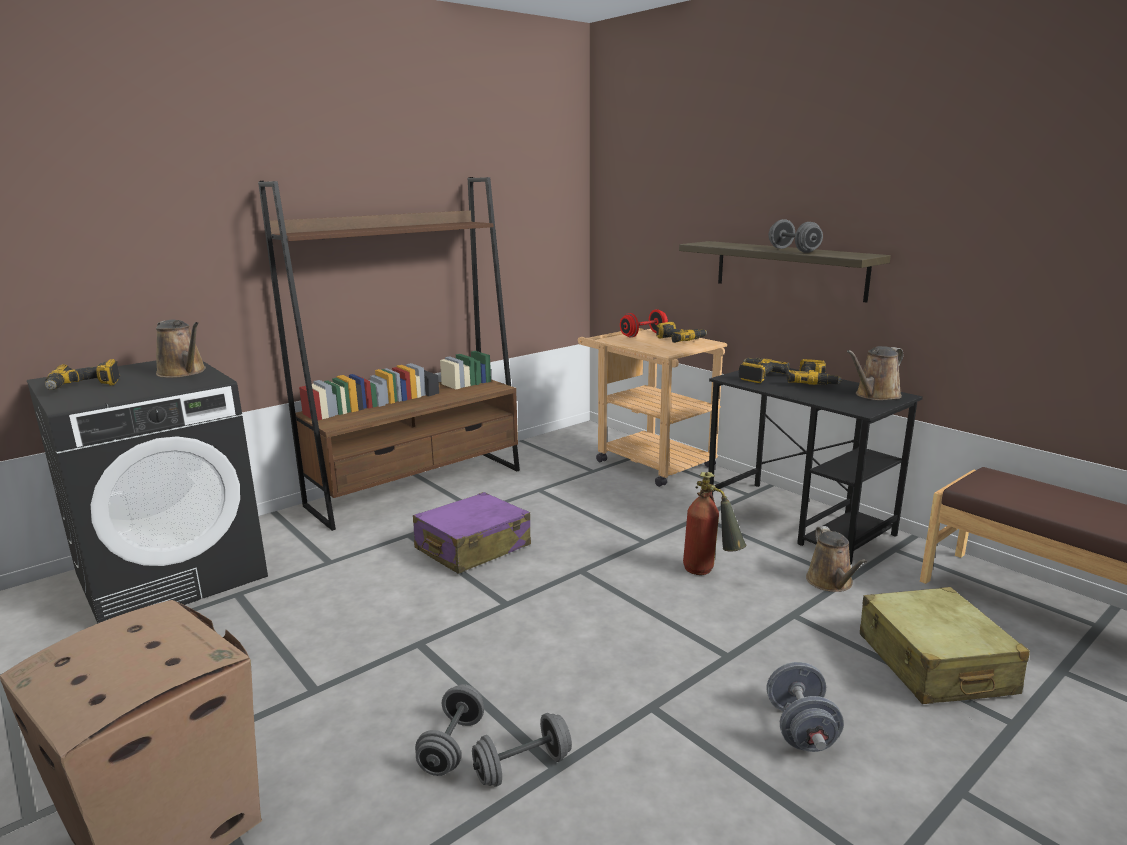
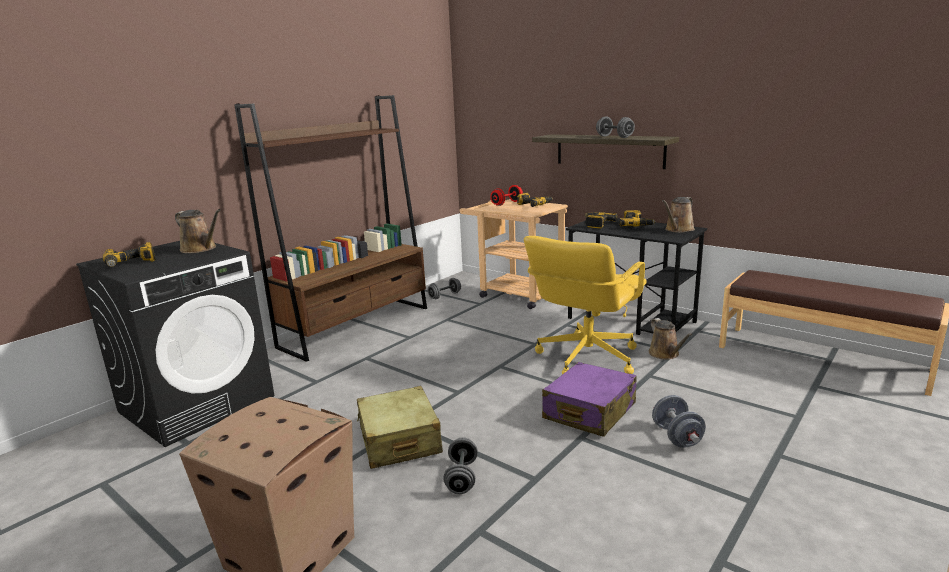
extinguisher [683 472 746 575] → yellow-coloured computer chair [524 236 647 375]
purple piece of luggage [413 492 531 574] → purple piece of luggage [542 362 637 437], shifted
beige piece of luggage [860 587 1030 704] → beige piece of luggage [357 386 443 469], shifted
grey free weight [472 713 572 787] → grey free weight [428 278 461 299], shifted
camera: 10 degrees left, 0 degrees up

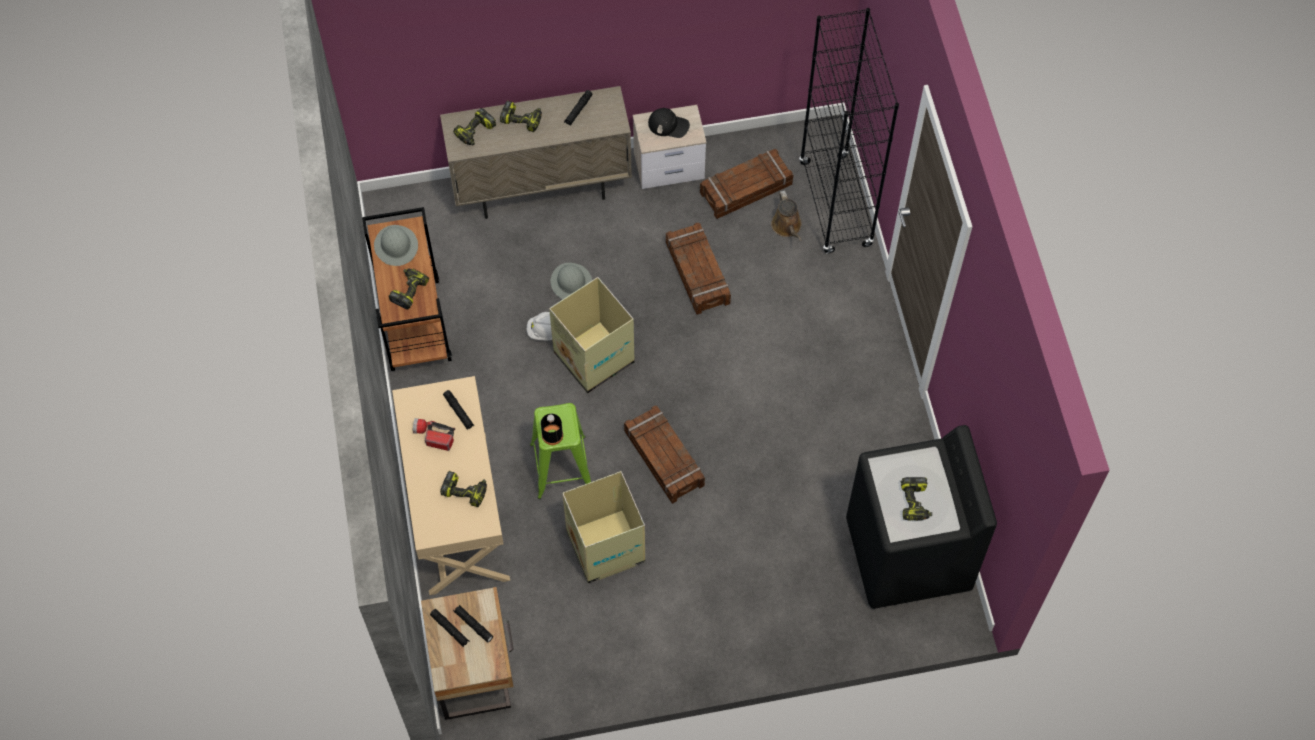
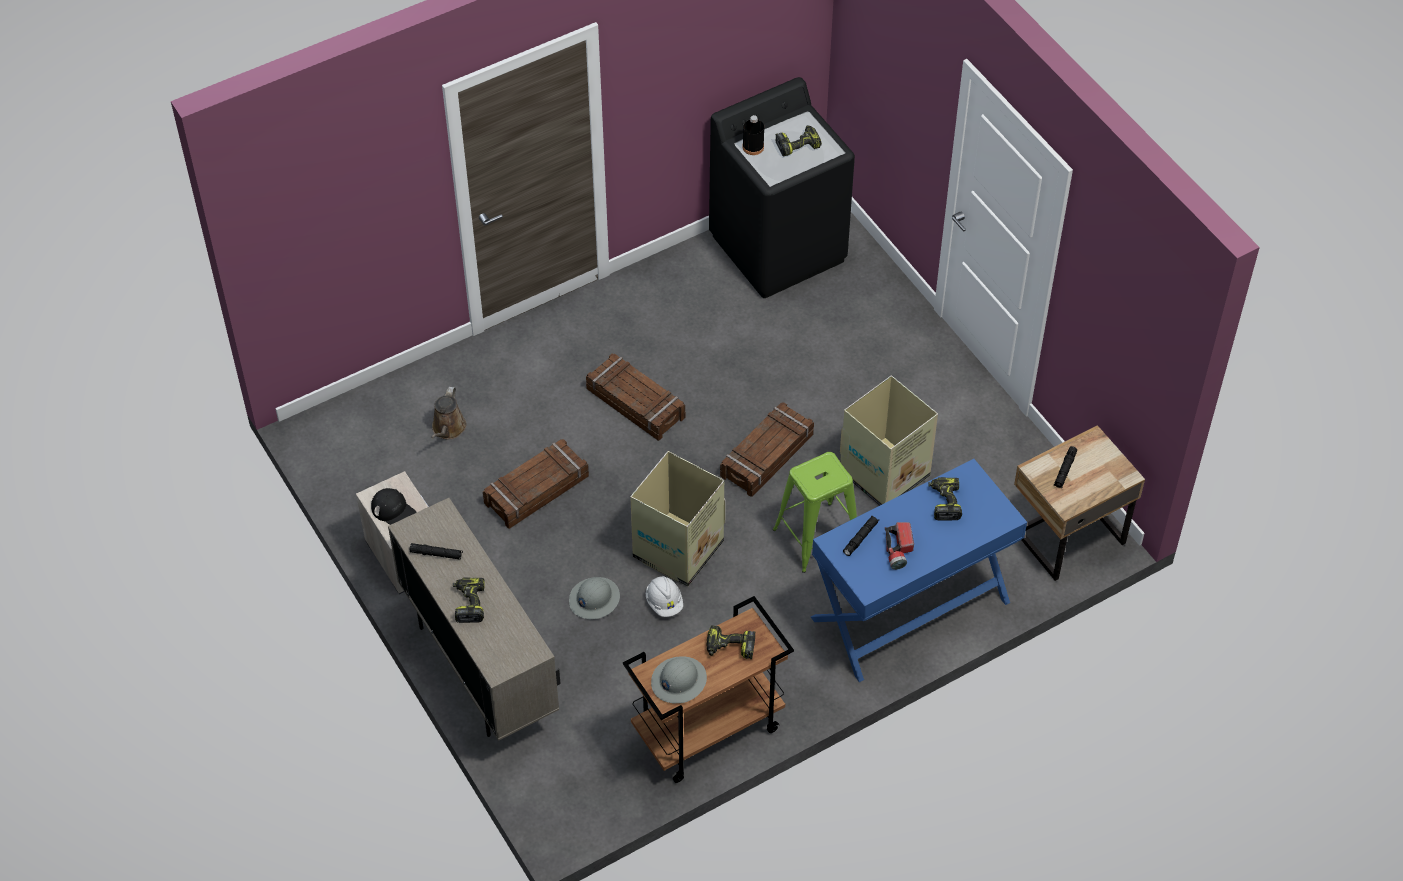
black-coloured bookcase [799 8 899 254] → -
electric drill [453 108 496 145] → -
black-coloured cap [648 108 690 138] → black-coloured cap [371 488 417 525], 135 degrees clockwise
crate [700 149 793 219] → crate [586 354 685 441], shifted
brownish watering pot [771 190 802 241] → brownish watering pot [431 387 466 439], 135 degrees clockwise
beige desk [392 376 510 595] → blue desk [811 459 1027 682]
black-coloured drink bottle [541 414 563 445] → black-coloured drink bottle [742 115 764 155], shifted
black-coloured hand torch [430 609 470 647] → -
camera: 110 degrees left, 10 degrees down

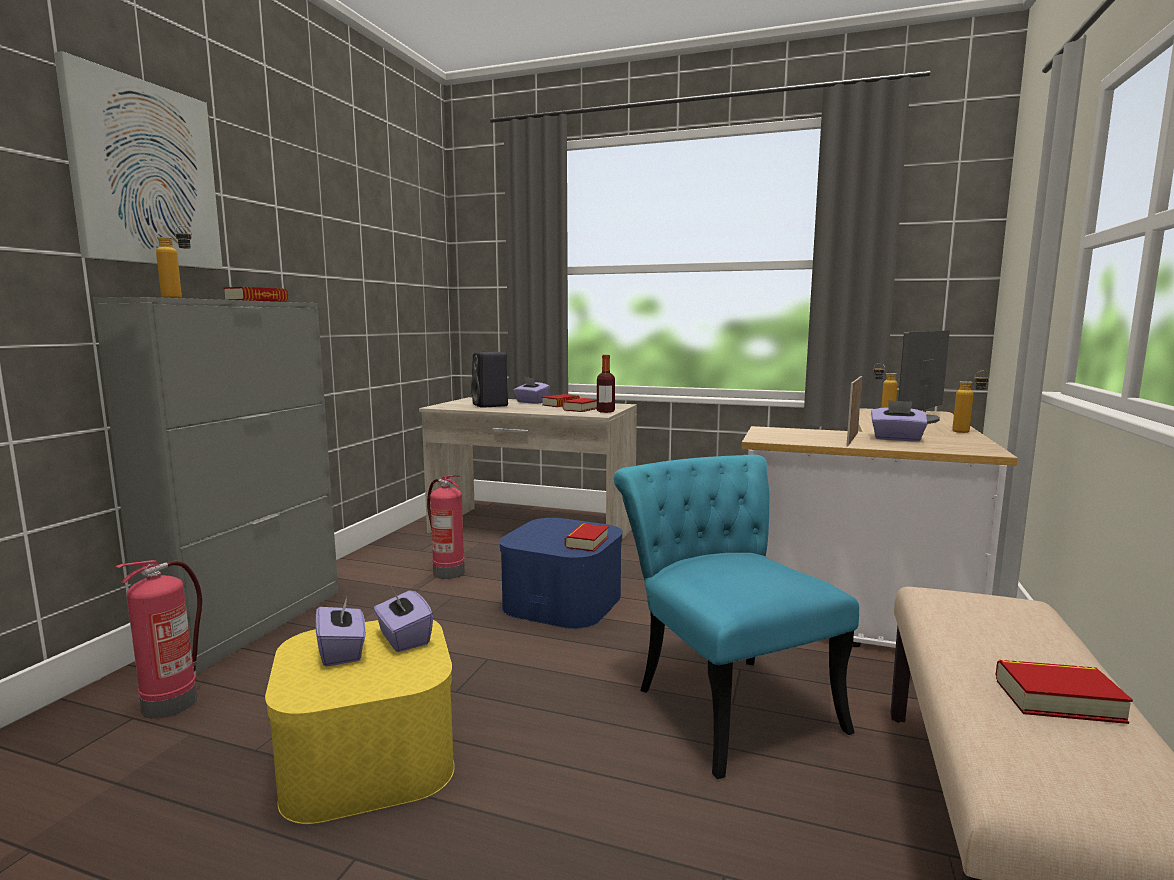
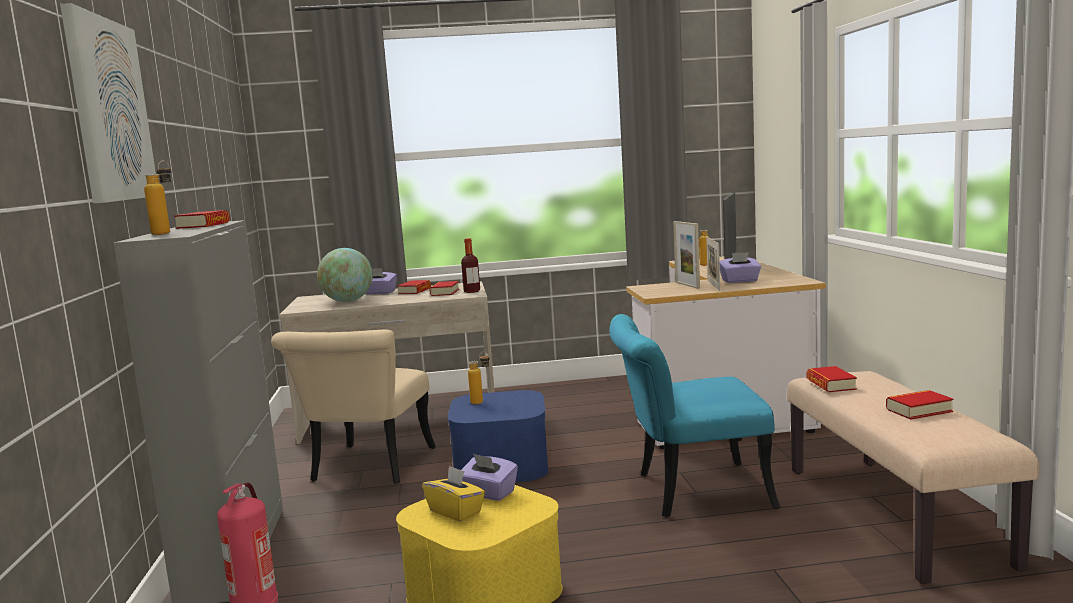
black-coloured speaker [471 352 508 408] → globe [317 248 373 302]
drink bottle [952 371 989 433] → drink bottle [468 351 490 404], shifted
turquoise-coloured upright chair [614 455 859 779] → turquoise-coloured upright chair [609 314 780 517], 45 degrees counterclockwise
extinguisher [427 475 465 579] → beige upright chair [271 330 436 484]
bound book [565 523 609 552] → bound book [807 366 857 392], shifted
purple box of tissues [315 598 366 667] → yellow-coloured box of tissues [422 466 485 522]
- → picture frame [673 221 700 289]
camera: 25 degrees left, 0 degrees up

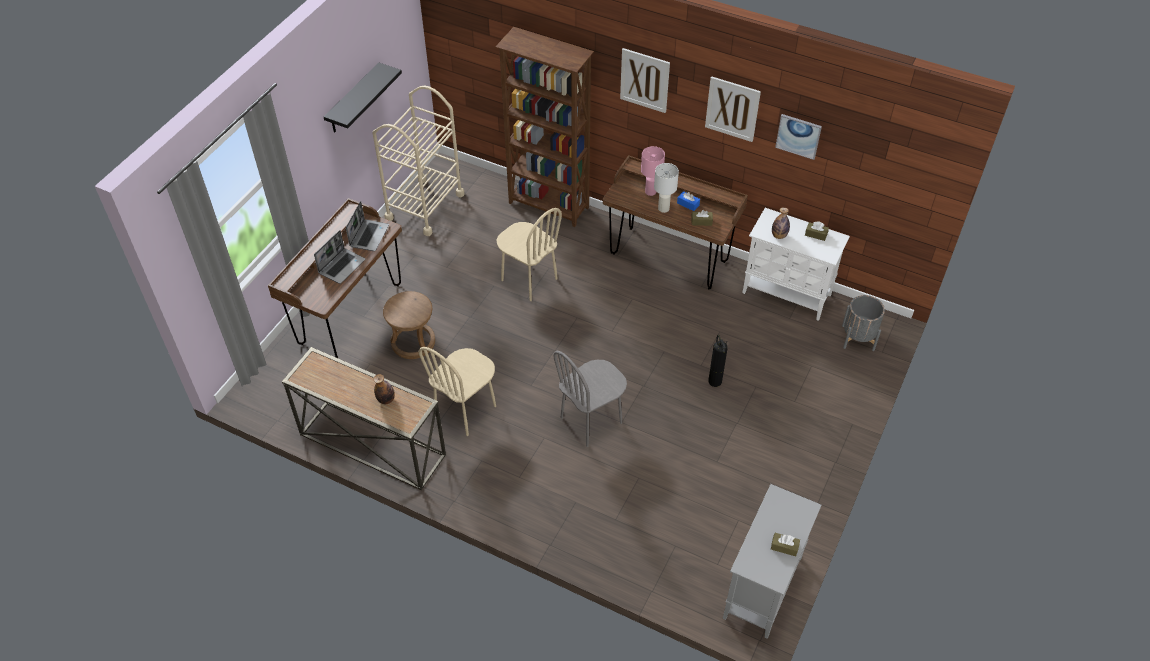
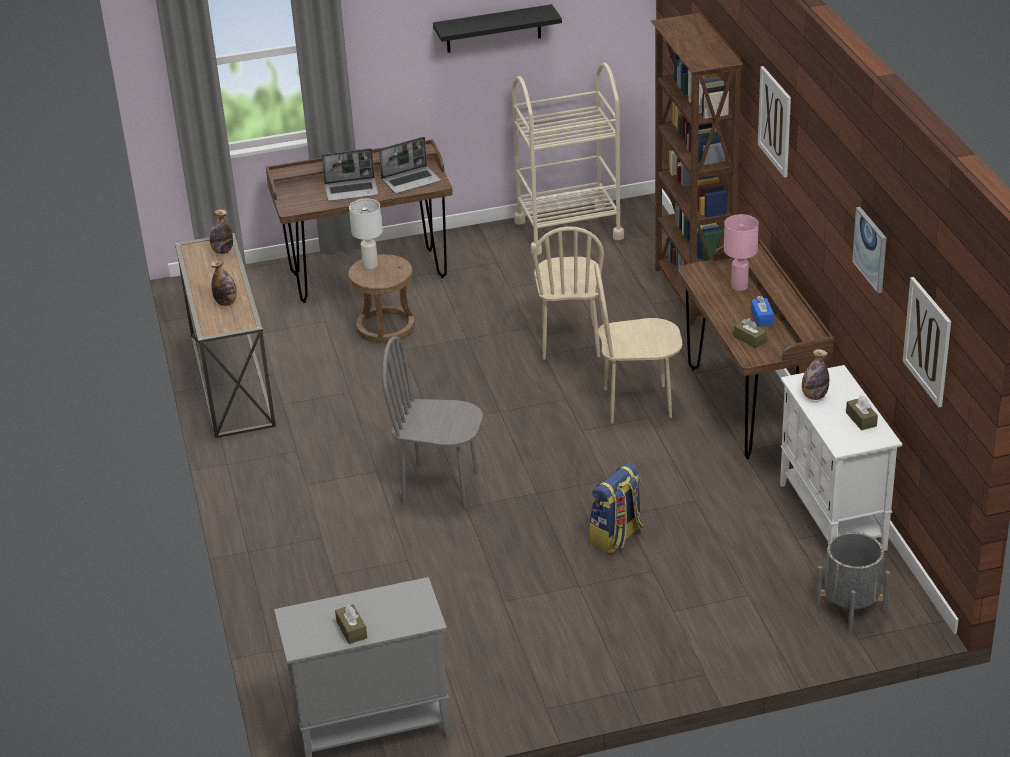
wall art [705 76 761 142] → wall art [903 277 951 407], shifted
white-coloured table lamp [654 163 679 213] → white-coloured table lamp [349 198 382 270], shifted
extinguisher [708 335 728 387] → backpack [589 463 643 554]
beige upright chair [419 347 496 436] → beige upright chair [594 263 682 424], shifted
- → drink bottle [210 209 233 254]
camera: 50 degrees right, 15 degrees down

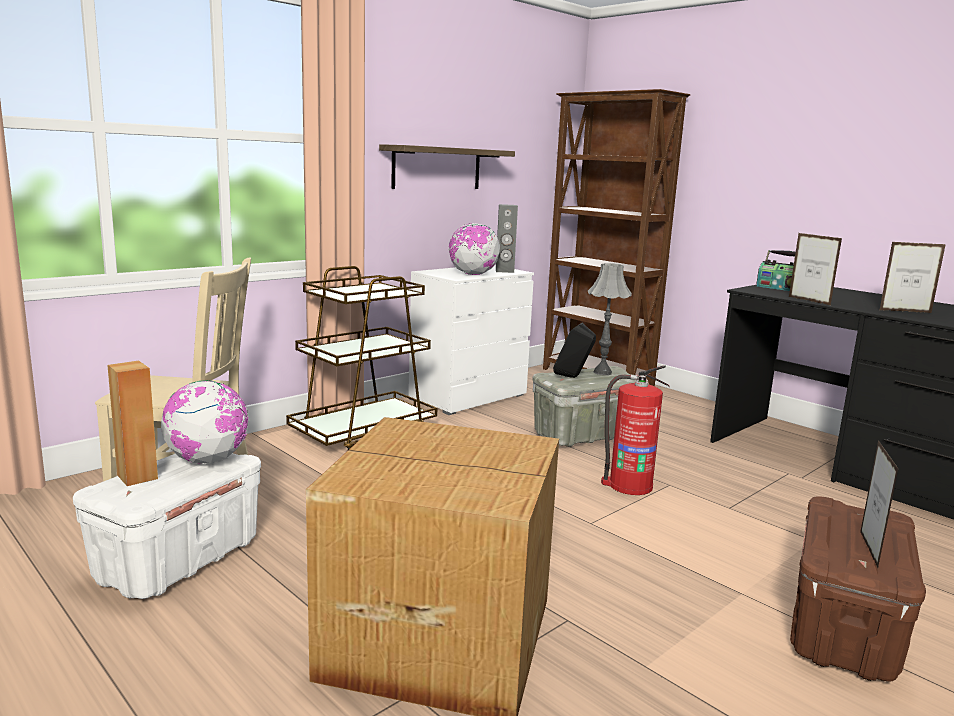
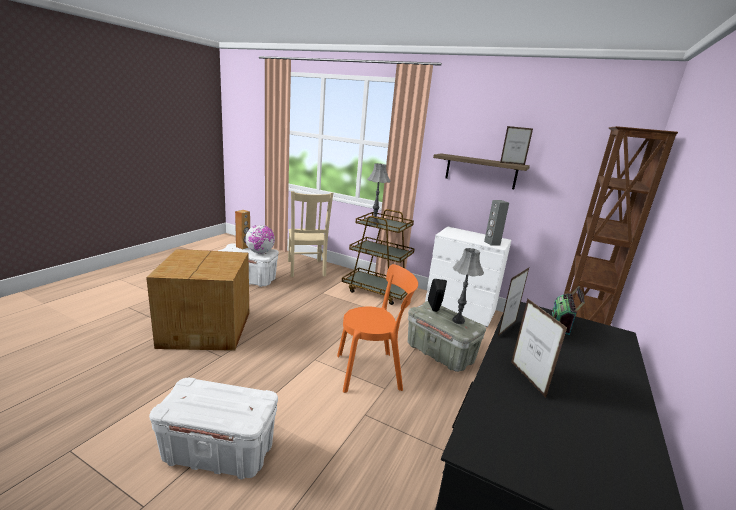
globe [449 223 500 275] → -
extinguisher [601 365 669 495] → orange upright chair [337 264 418 393]
picture frame [860 440 899 568] → picture frame [500 126 533 165], shifted
brownish storage box [790 496 926 682] → white-coloured storage box [149 378 278 479]
- → grey table lamp [367 163 391 225]
camera: 70 degrees right, 5 degrees up

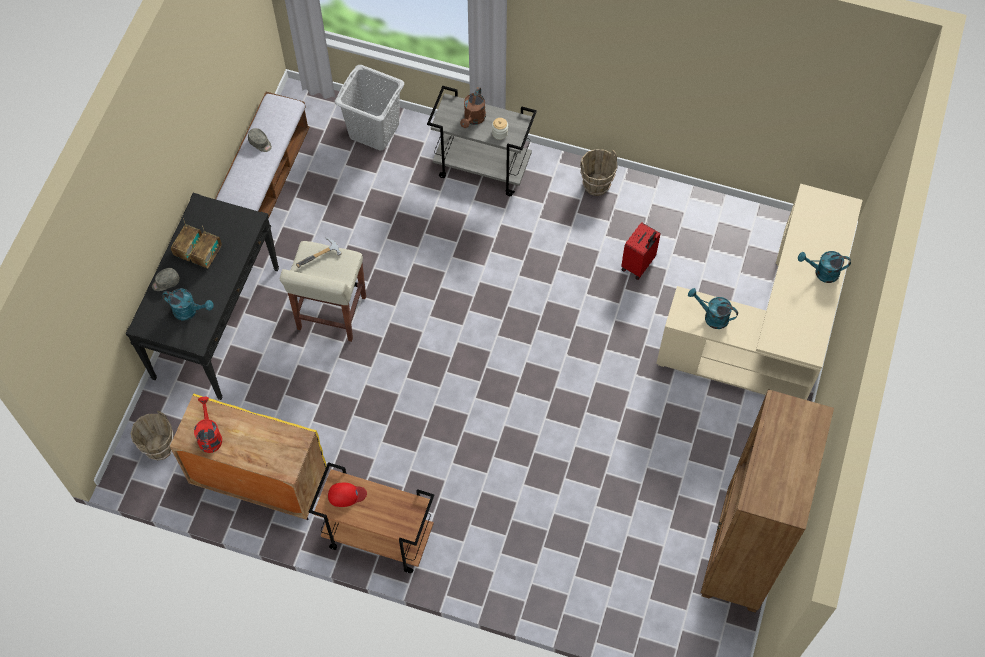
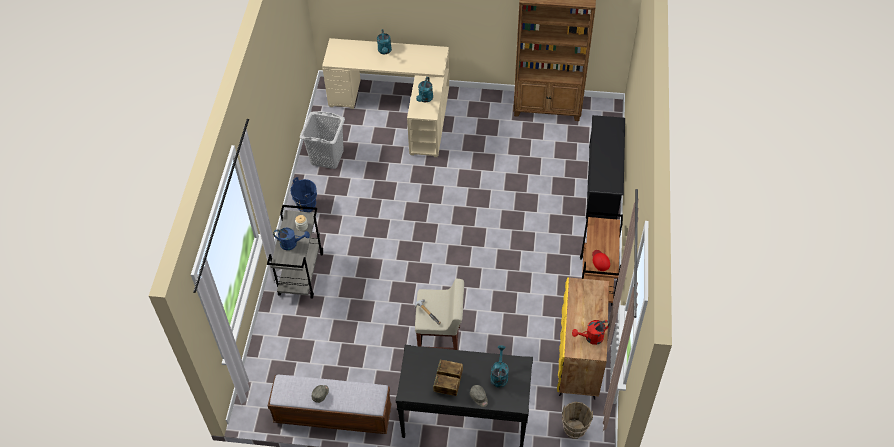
grey laundry basket [335 65 404 150] → grey laundry basket [300 111 345 169], shifted
brownish watering pot [460 87 486 128] → blue watering pot [273 227 310 250]
brownish bucket [580 149 618 196] → blue bucket [291 177 317 212]
reddish piece of luggage [621 222 661 280] → -
- → black-coloured shoe stand [586 115 625 219]
camera: 100 degrees left, 10 degrees down

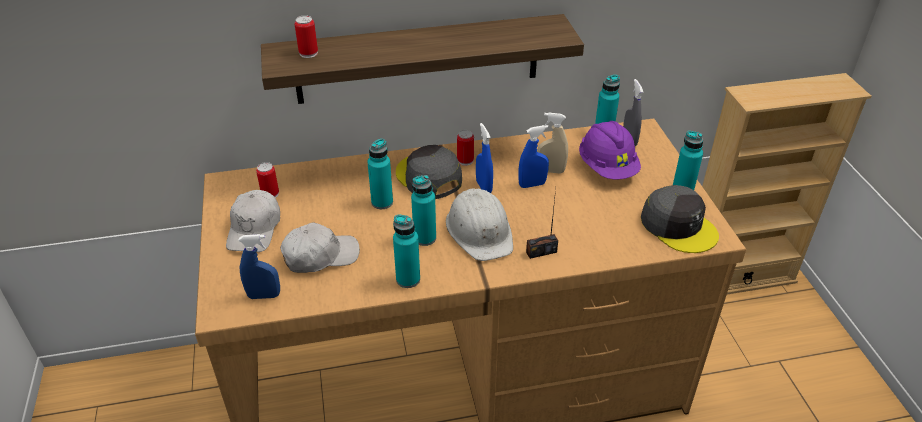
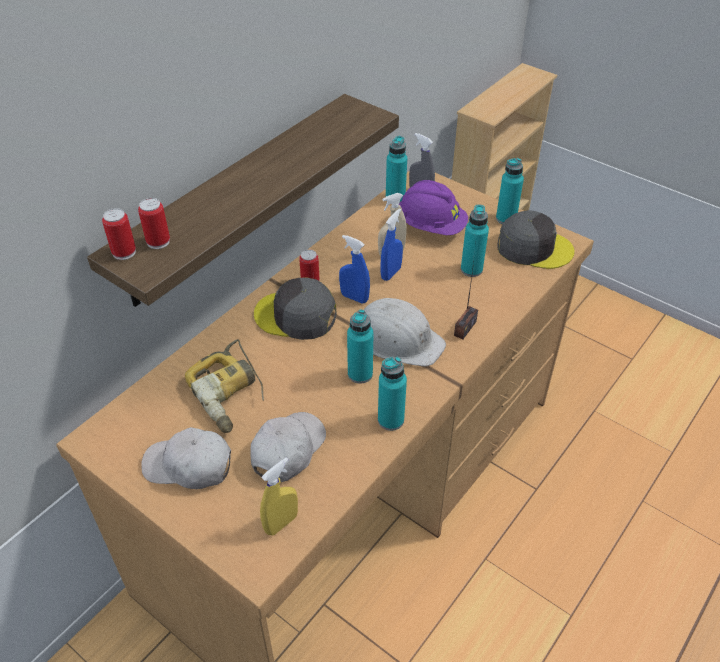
turquoise-coloured drink bottle [367 139 393 209] → turquoise-coloured drink bottle [461 205 489 277], shifted
metal can [256 162 279 198] → metal can [102 208 136 260], shifted
white-coloured cap [226 190 280 252] → white-coloured cap [141 427 231 489], 135 degrees clockwise
blue hand sprayer [238 234 280 299] → yellow-coloured hand sprayer [260 457 298 536]
- → electric drill [185 339 264 433]
camera: 40 degrees left, 5 degrees up

